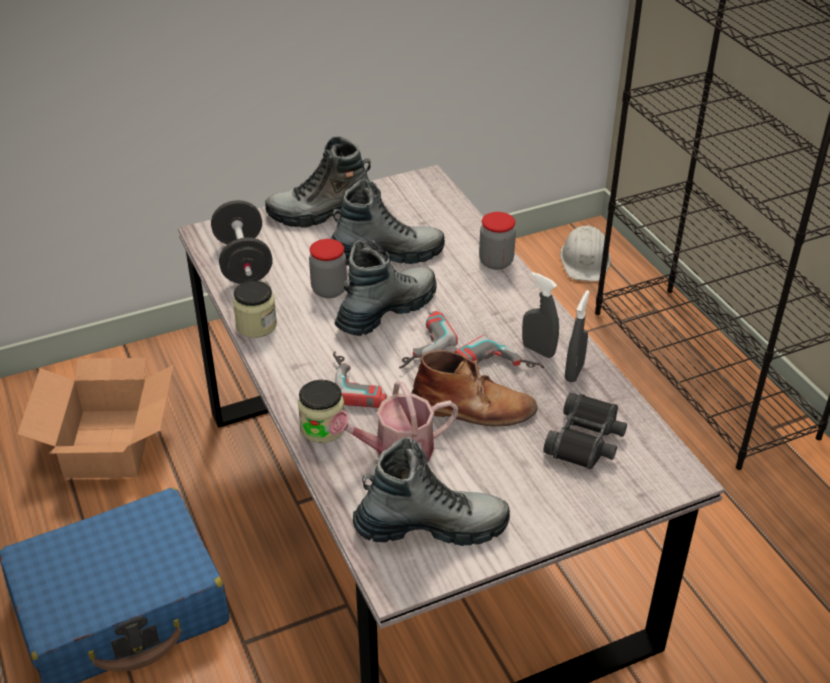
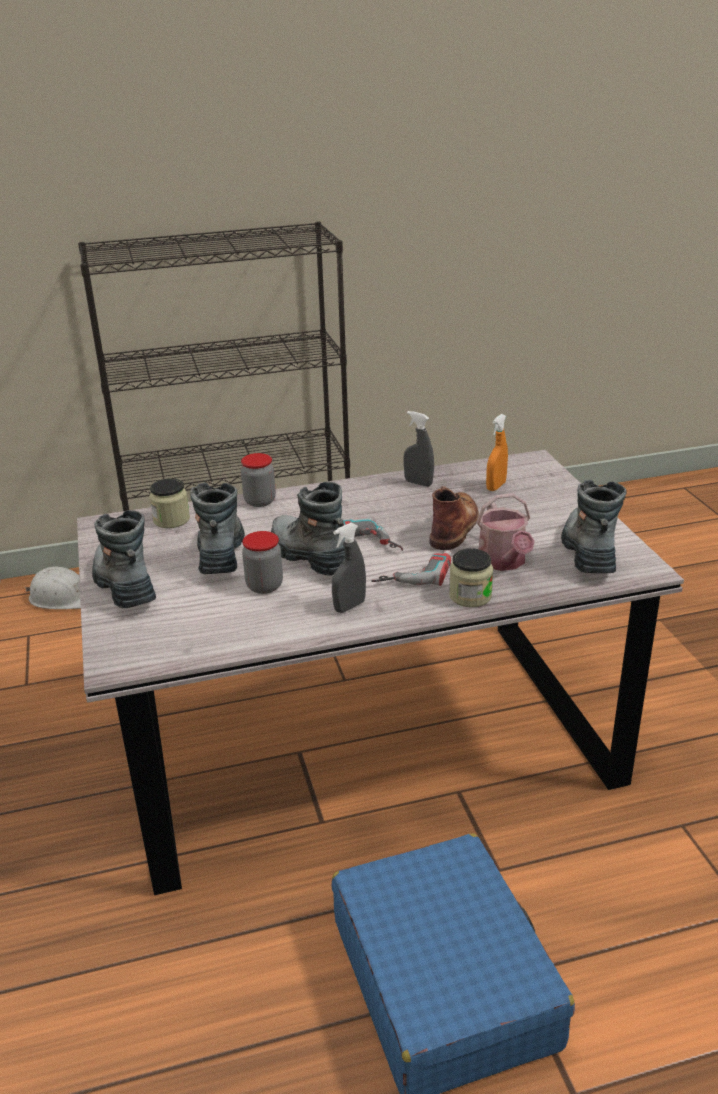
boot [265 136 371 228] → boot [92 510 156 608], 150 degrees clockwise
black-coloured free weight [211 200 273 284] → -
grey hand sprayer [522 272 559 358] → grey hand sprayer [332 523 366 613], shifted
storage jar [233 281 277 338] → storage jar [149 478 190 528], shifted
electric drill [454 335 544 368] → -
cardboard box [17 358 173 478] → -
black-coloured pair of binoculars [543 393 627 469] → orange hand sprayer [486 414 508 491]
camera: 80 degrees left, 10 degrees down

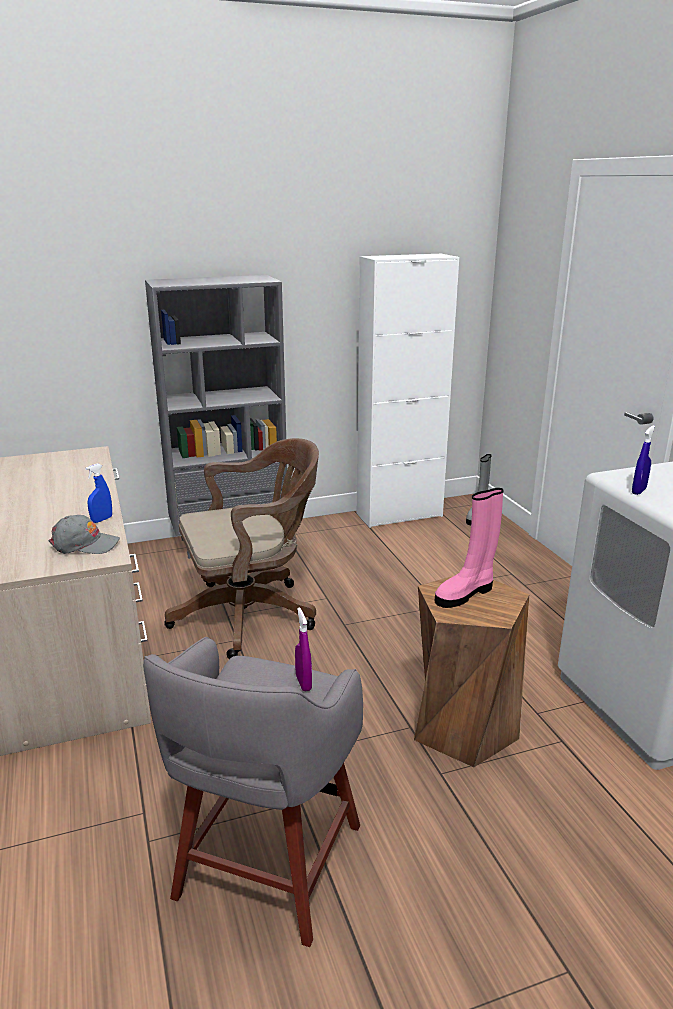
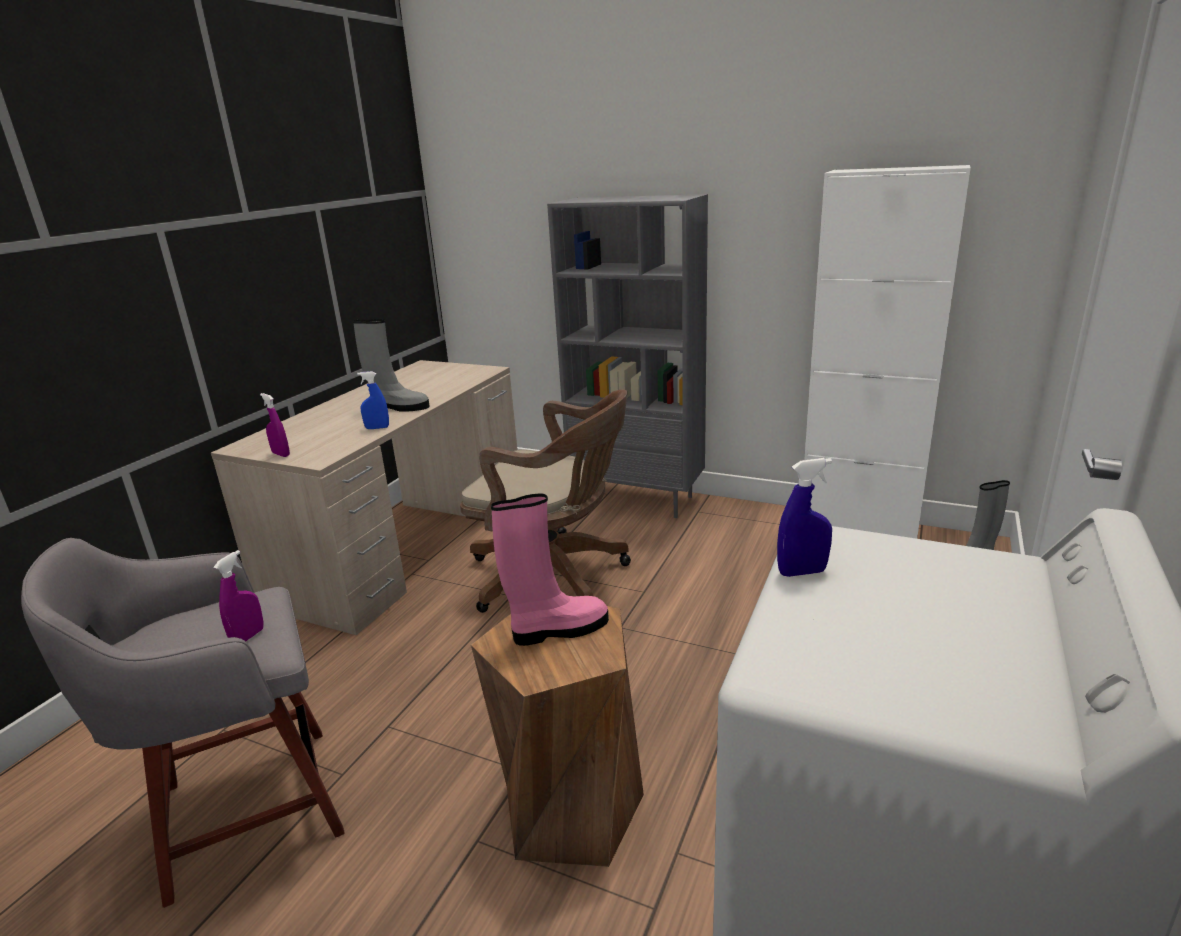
pink boot [435 488 503 608] → pink boot [491 494 609 646], 150 degrees clockwise
grey cap [49 515 120 554] → -
- → grey boot [353 319 430 412]
- → purple hand sprayer [260 393 290 457]
camera: 45 degrees right, 0 degrees up

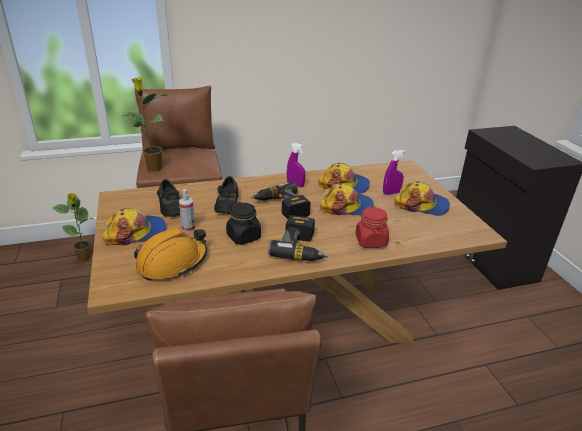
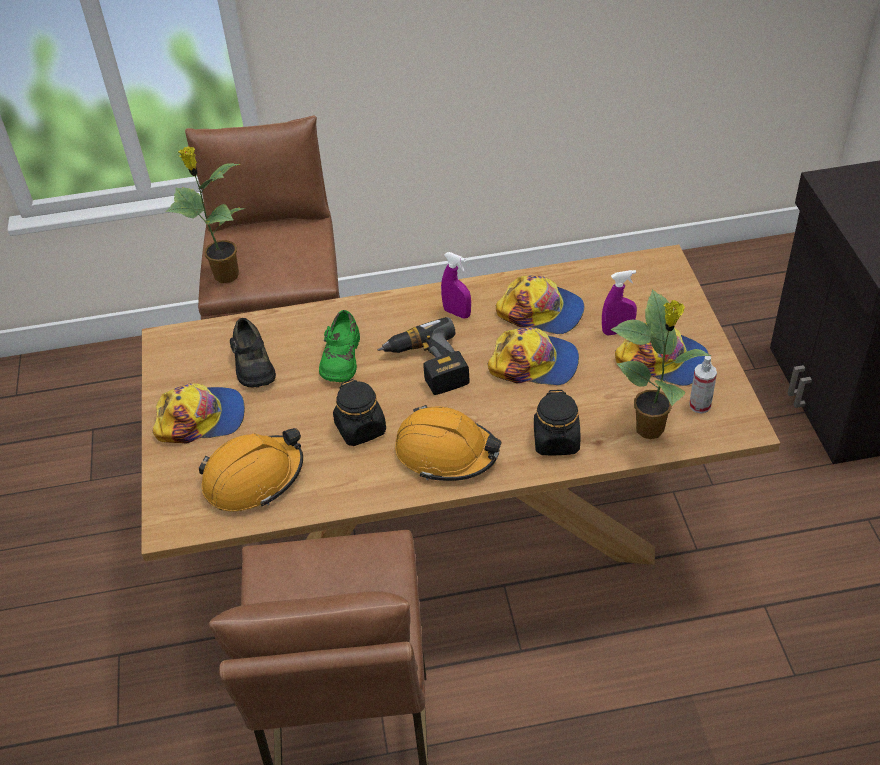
black-coloured item of footwear [214 176 238 214] → greenish item of footwear [319 310 360 382]
hand sprayer [179 189 195 232] → hand sprayer [689 356 717 414], shifted
plant in a pot [52 193 94 262] → plant in a pot [610 289 712 439], shifted
reddish storage jar [355 206 389 248] → black-coloured storage jar [534 390 581 456]
electric drill [268 215 328 261] → orange work helmet [395 405 501 481]
camera: 10 degrees right, 15 degrees up

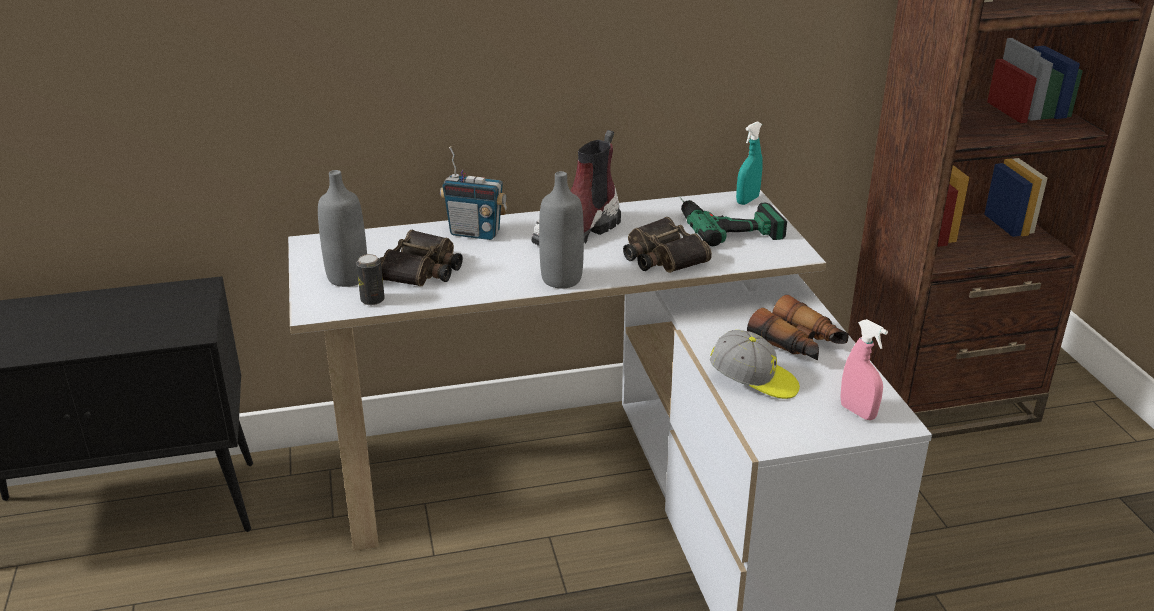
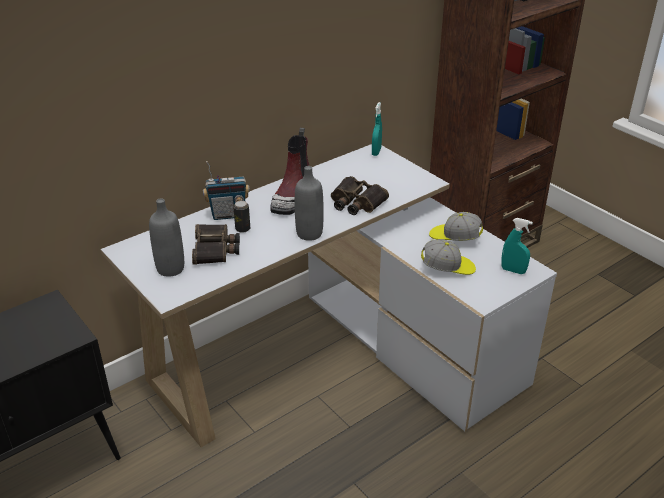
electric drill [679 196 787 246] → -
metal can [356 254 385 305] → metal can [233 201 250 233], shifted
pair of binoculars [747 295 849 360] → cap [429 212 483 241]
pink hand sprayer [840 319 888 420] → turquoise-coloured hand sprayer [501 218 533 274]
camera: 25 degrees left, 5 degrees up

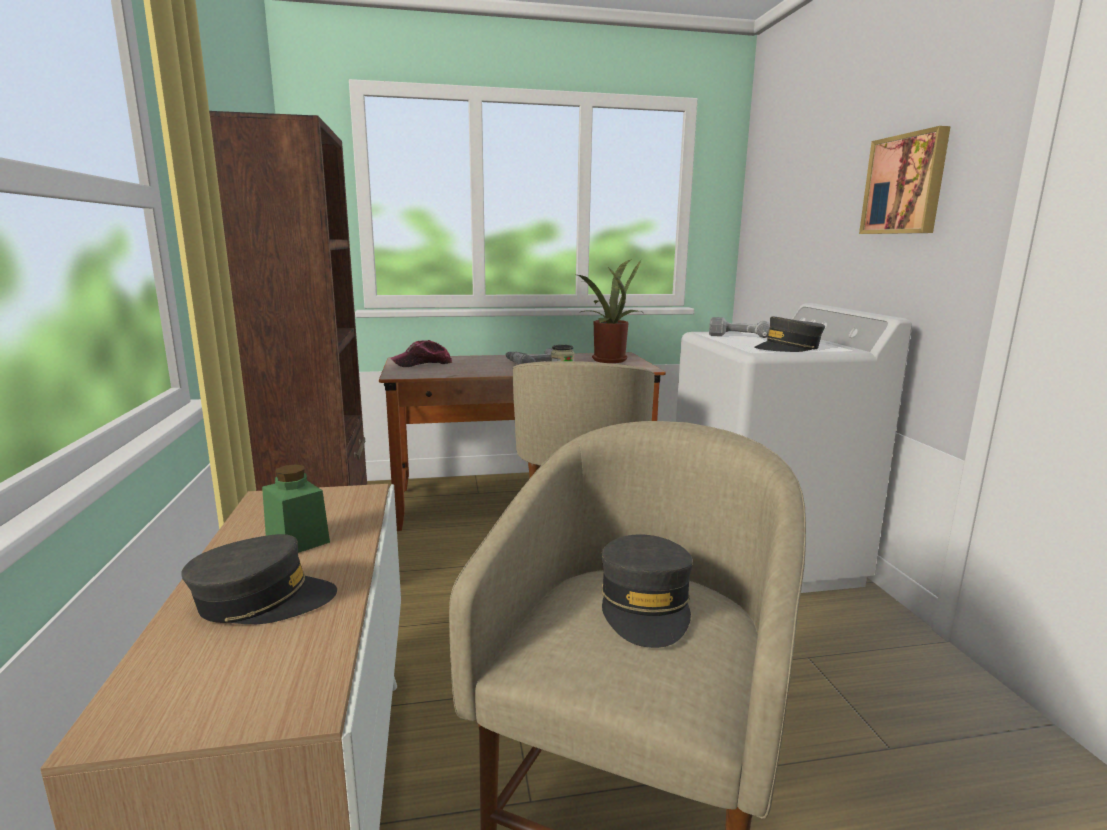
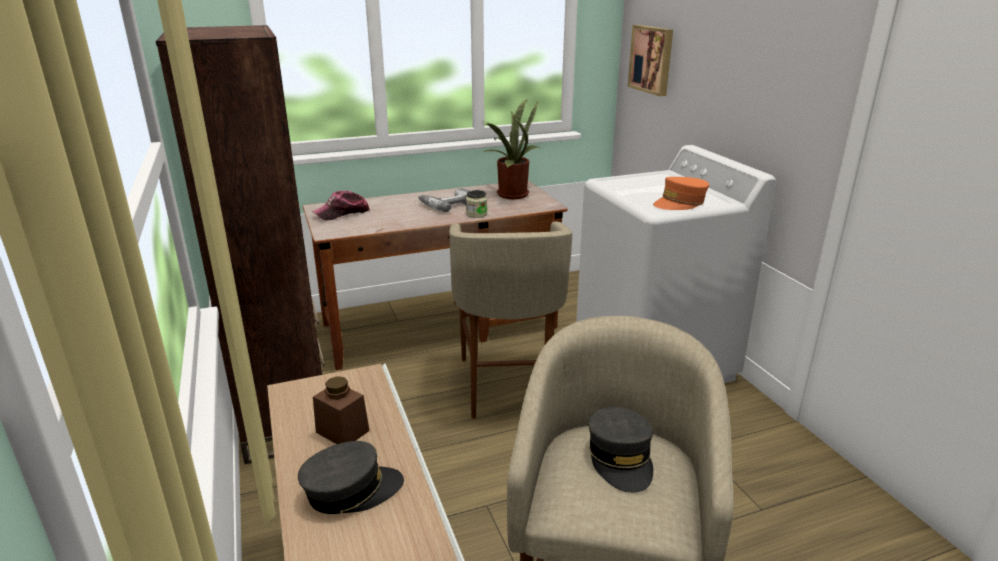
wall art [859 126 951 234] → wall art [628 25 673 96], shifted
electric drill [709 317 770 338] → -
grey cap [754 317 825 352] → orange cap [653 177 709 210]
greenish storage jar [262 464 330 553] → brownish storage jar [313 376 369 444]
camera: 10 degrees left, 10 degrees up

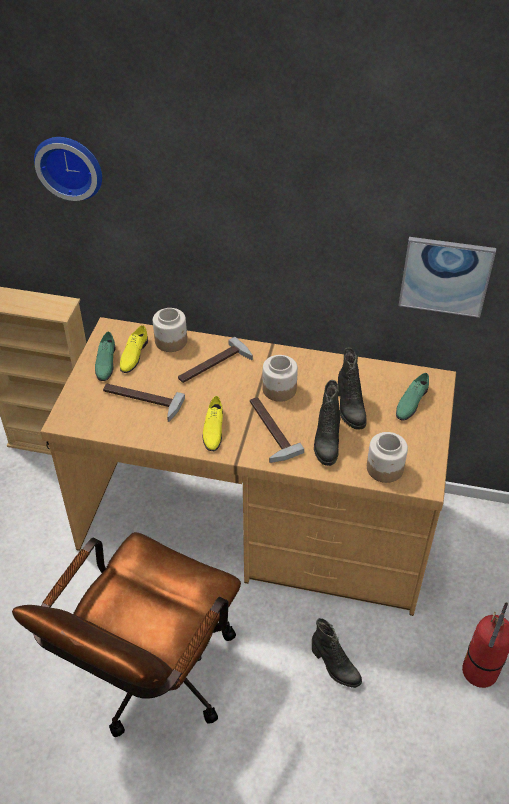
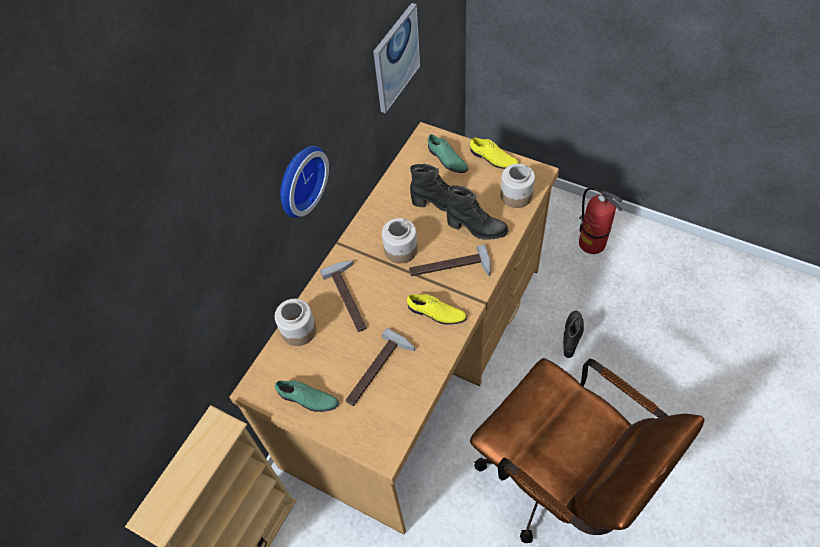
clock on the wall [34 137 102 201] → clock on the wall [280 146 329 218], shifted
yellow-coloured item of footwear [120 325 148 373] → yellow-coloured item of footwear [470 137 519 169], shifted
black-coloured boot [312 618 362 688] → black-coloured boot [563 311 584 358], 45 degrees counterclockwise
camera: 70 degrees left, 10 degrees up

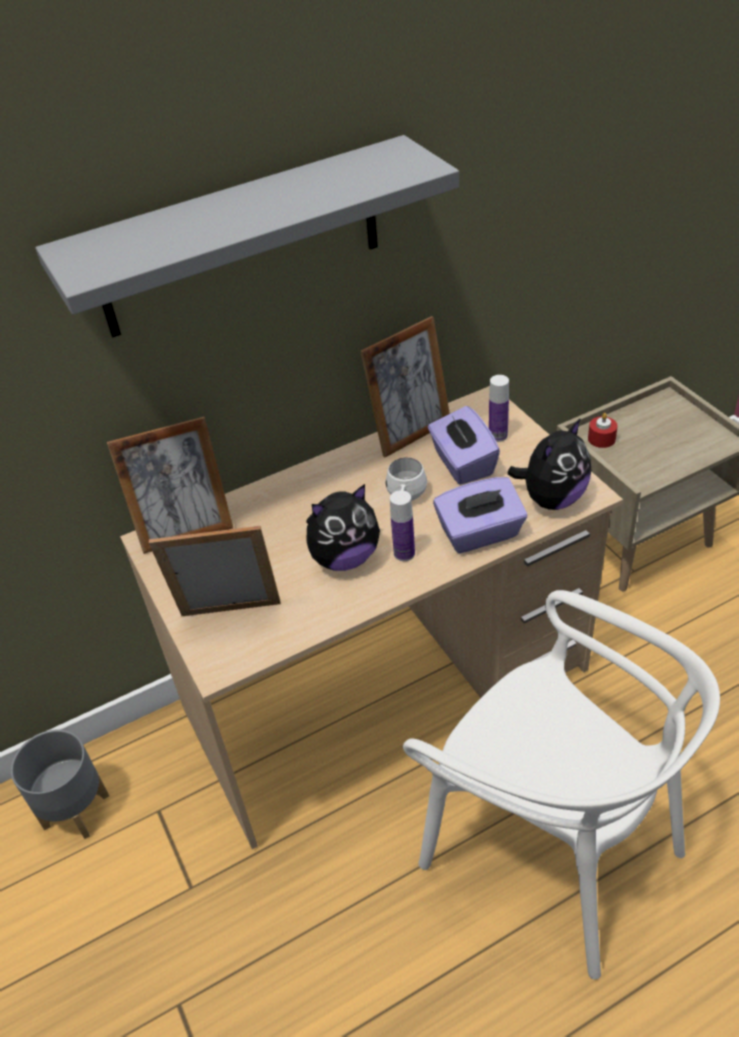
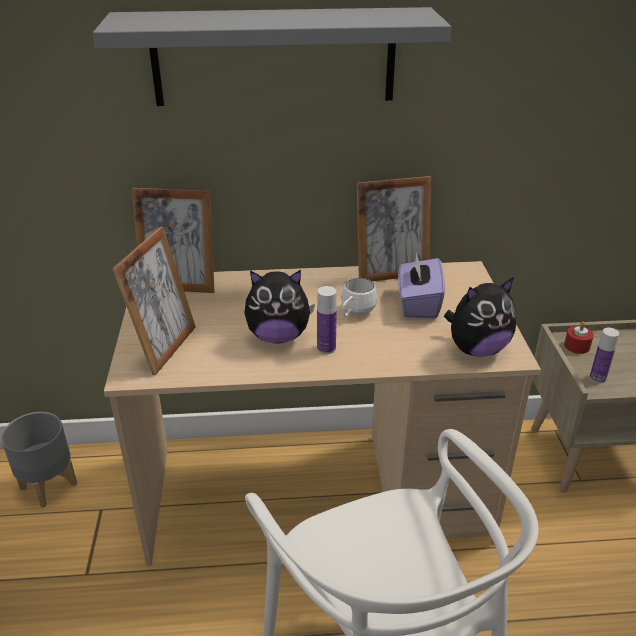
drink bottle [489 375 509 442] → drink bottle [590 328 619 383], shifted
purple box of tissues [433 477 527 553] → -
picture frame [149 526 281 616] → picture frame [112 227 196 375], 90 degrees clockwise
camera: 20 degrees right, 10 degrees down

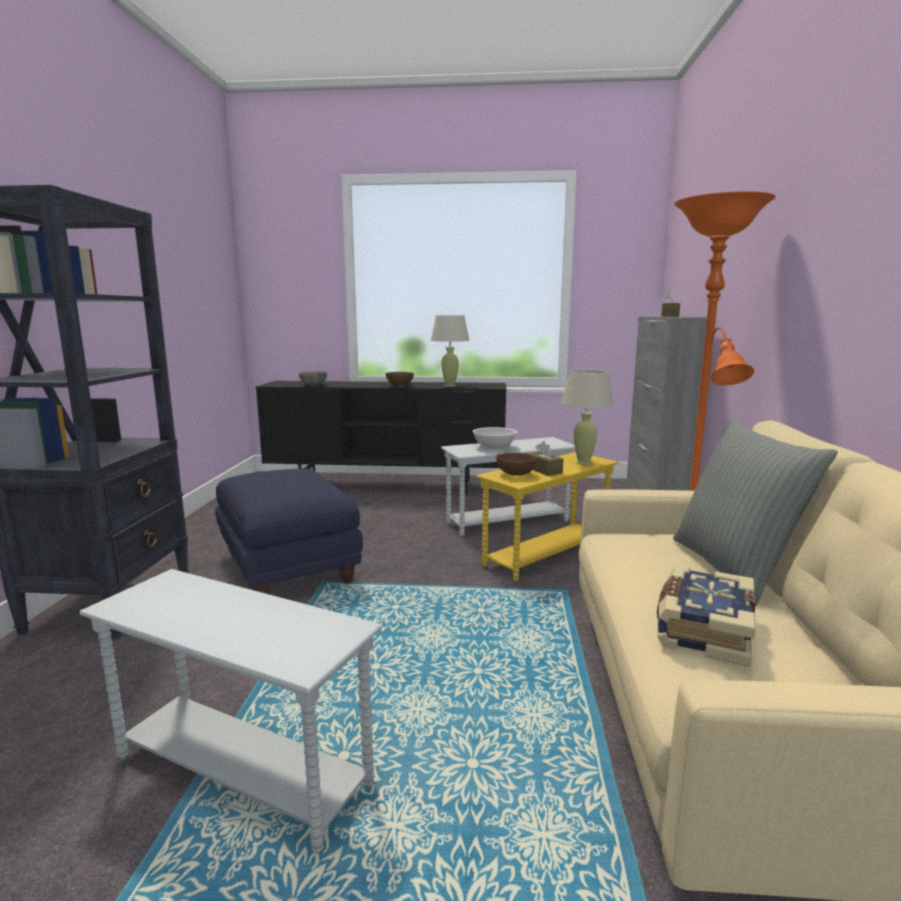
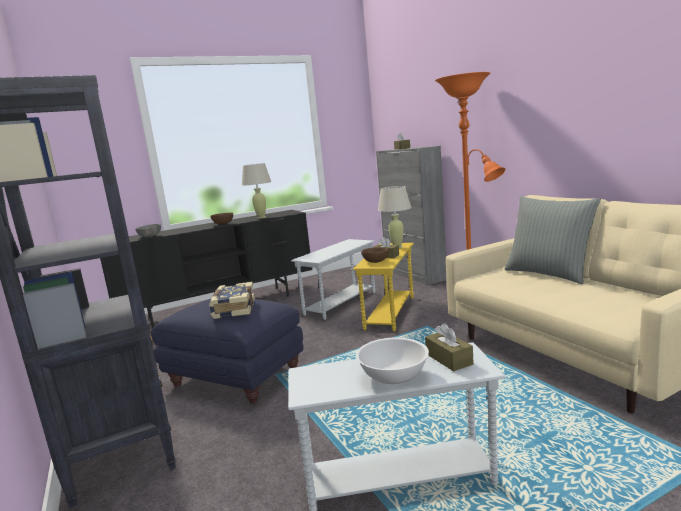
white-coloured bowl [472 427 517 449] → white-coloured bowl [356 338 429 384], shifted
bound book [657 565 756 667] → bound book [209 282 255 319], shifted
- → brownish box of tissues [425 323 474 372]
camera: 30 degrees left, 0 degrees up

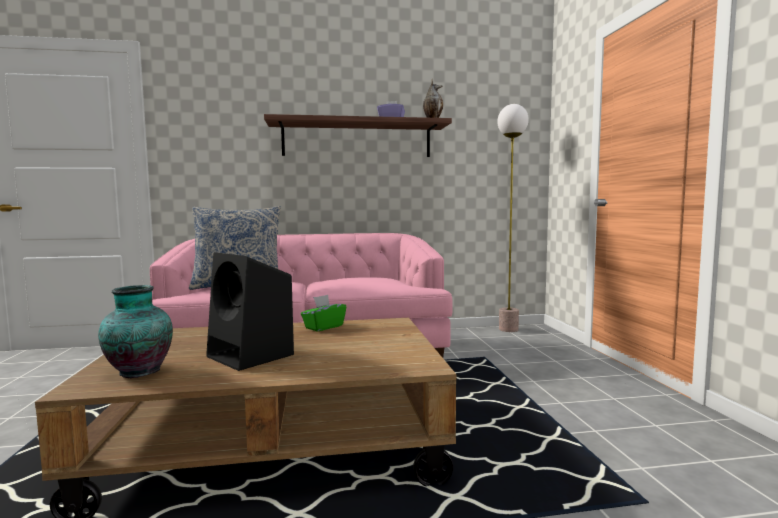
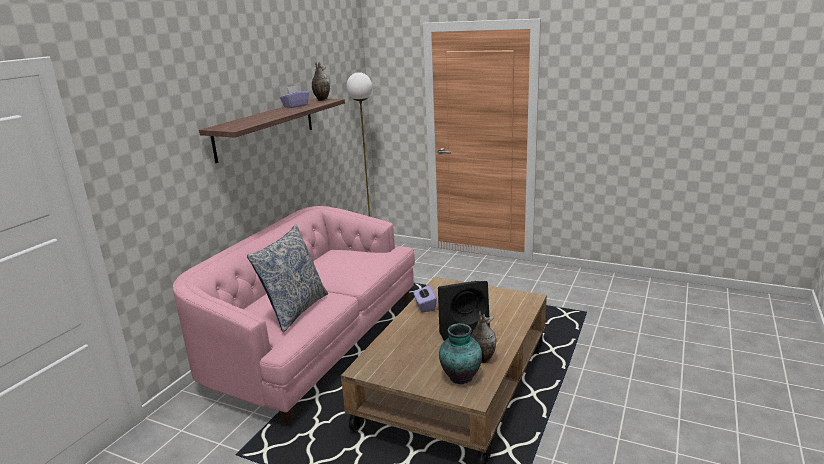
greenish box of tissues [301 295 346 331] → purple box of tissues [413 284 437 312]
- → vase [471 311 497 363]
camera: 55 degrees left, 15 degrees up

